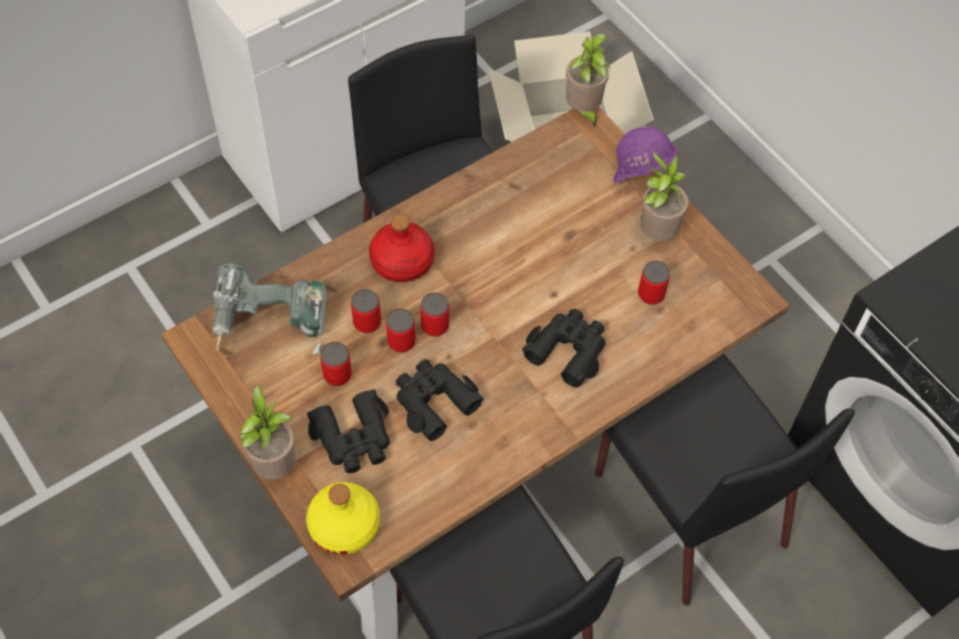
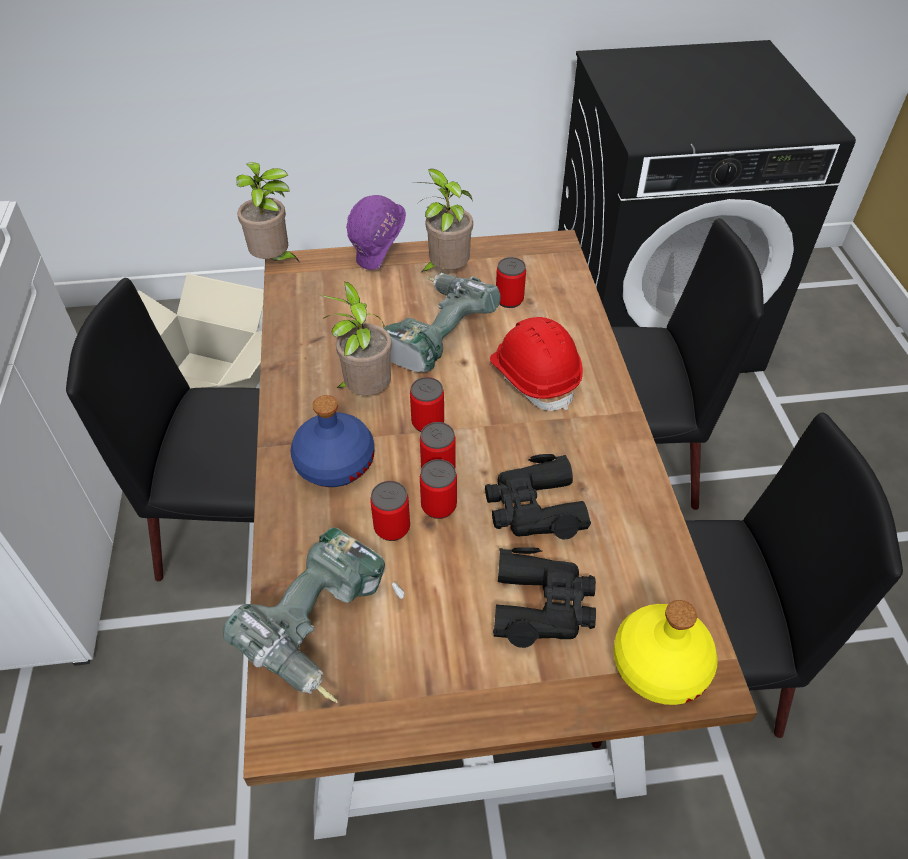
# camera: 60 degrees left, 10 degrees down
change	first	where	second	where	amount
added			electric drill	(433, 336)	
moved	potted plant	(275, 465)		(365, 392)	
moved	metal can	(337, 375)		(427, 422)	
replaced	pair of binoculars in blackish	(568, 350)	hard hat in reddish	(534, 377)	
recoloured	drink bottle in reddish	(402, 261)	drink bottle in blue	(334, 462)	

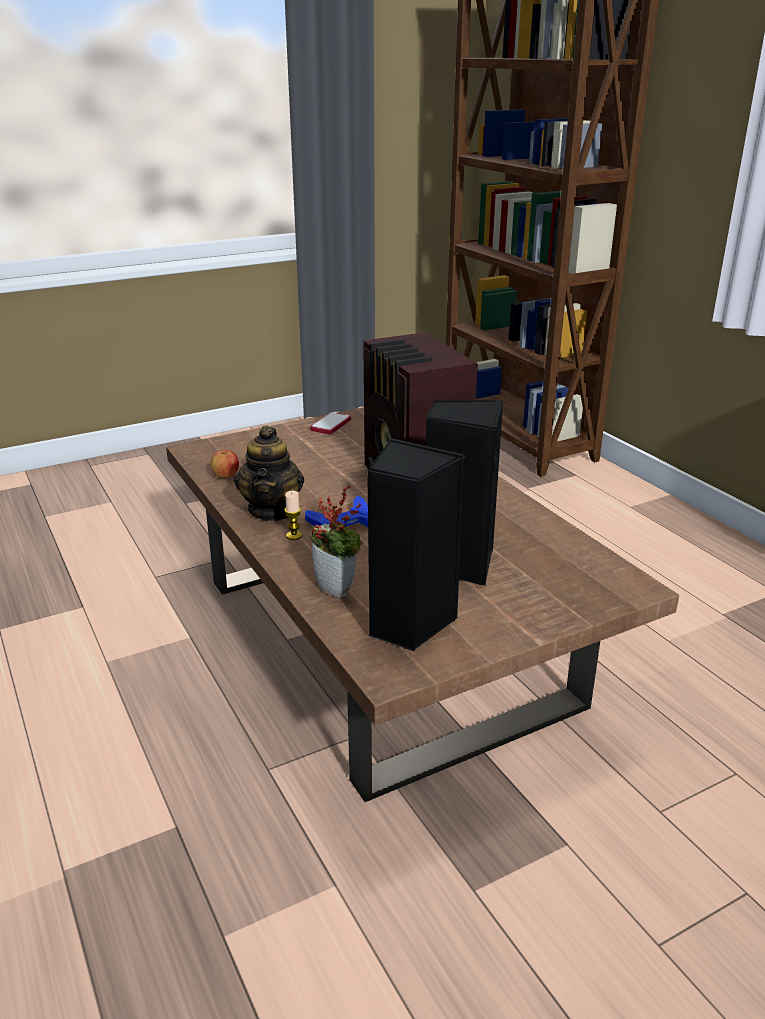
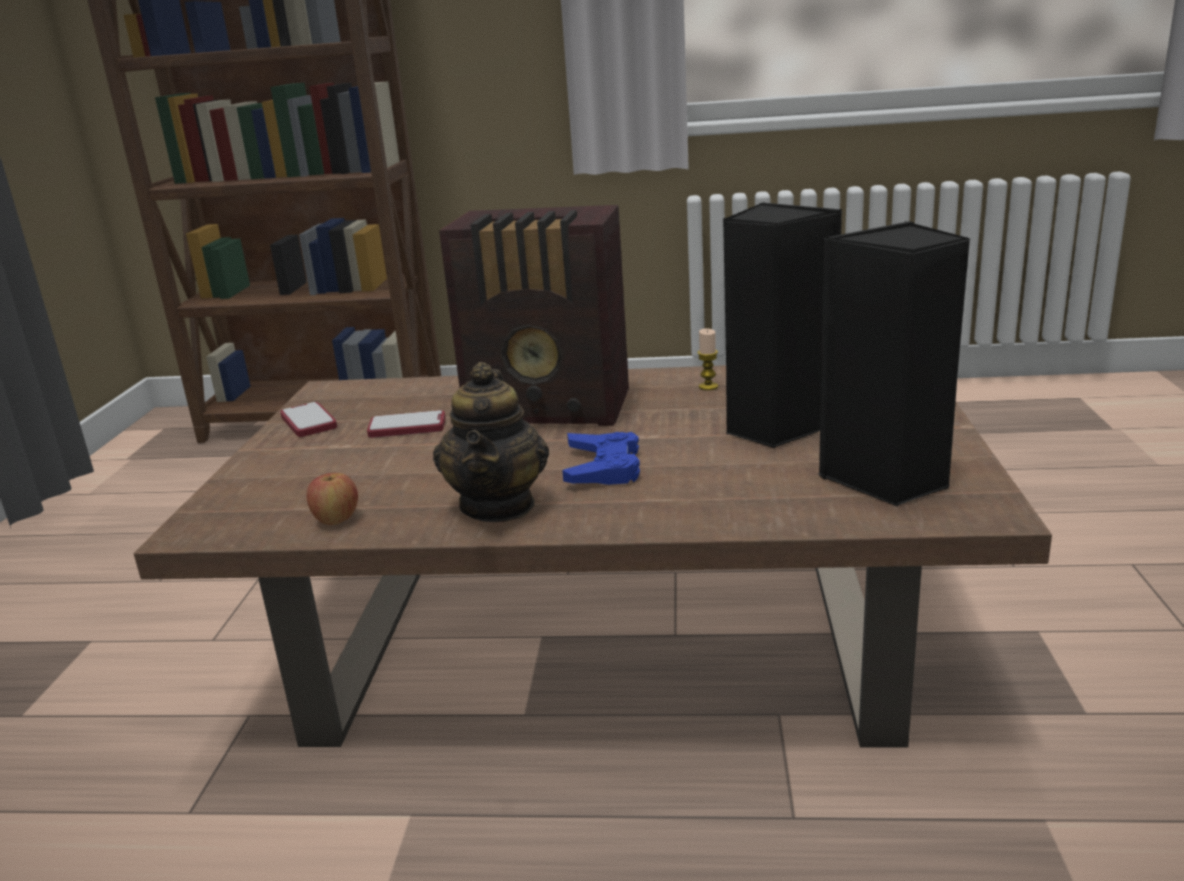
# camera: 55 degrees left, 5 degrees down
change	first	where	second	where	amount
removed	potted plant	(338, 588)			
added			handset	(407, 427)	
moved	wax light	(294, 535)		(708, 386)	
turned	pot for tea	(272, 510)		(498, 505)	60 degrees clockwise

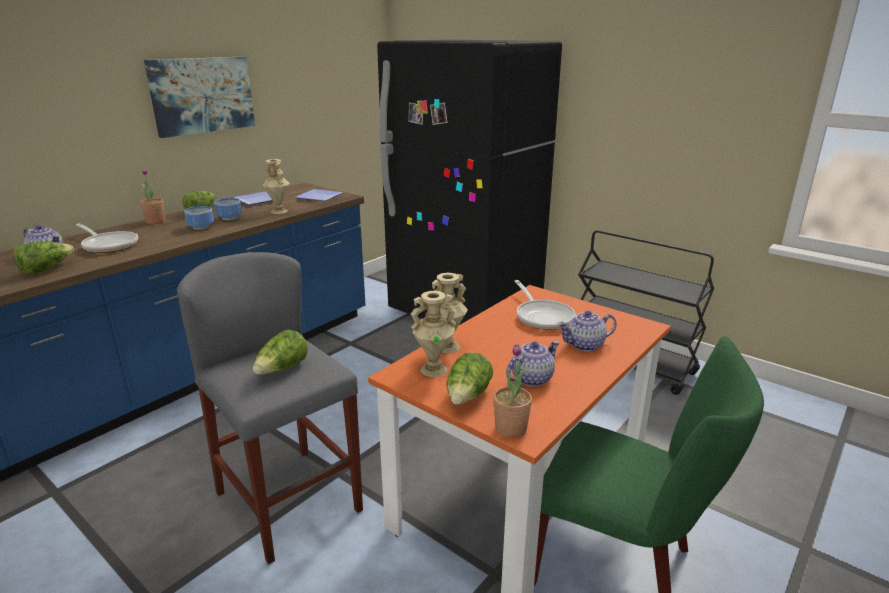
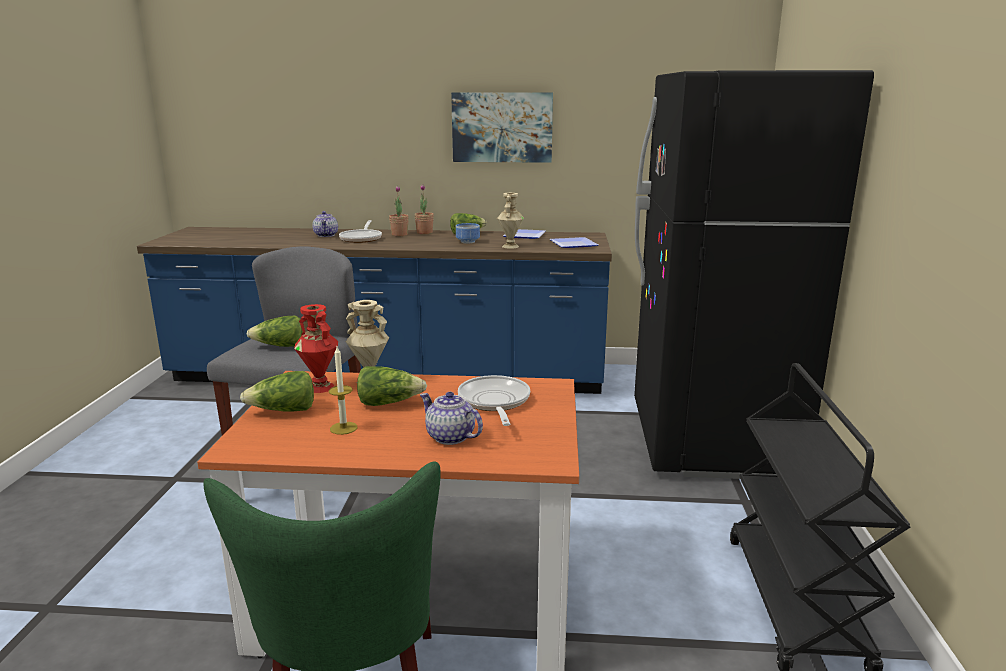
# camera: 55 degrees right, 5 degrees down
change	first	where	second	where	amount
removed	serving bowl	(200, 227)			
moved	lettuce	(46, 269)		(389, 403)	
moved	potted plant	(510, 428)		(399, 234)	
replaced	pot for tea	(531, 378)	wax light	(343, 428)	
recoloured	decorative vase in beige-coloured	(434, 369)	decorative vase in reddish	(321, 387)	
turned	skillet	(542, 317)		(494, 402)	135 degrees clockwise

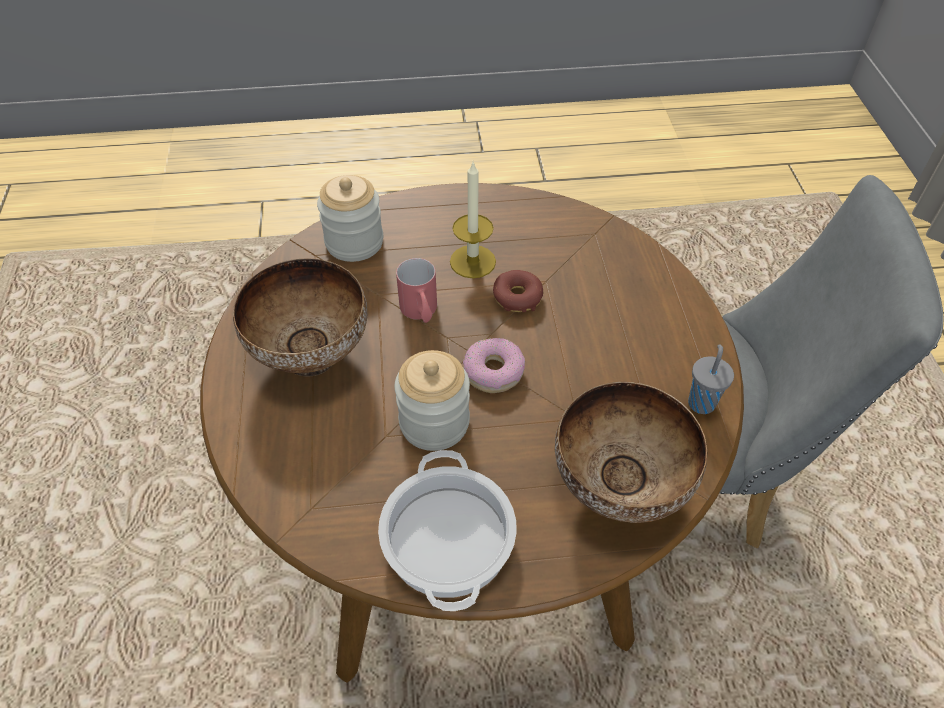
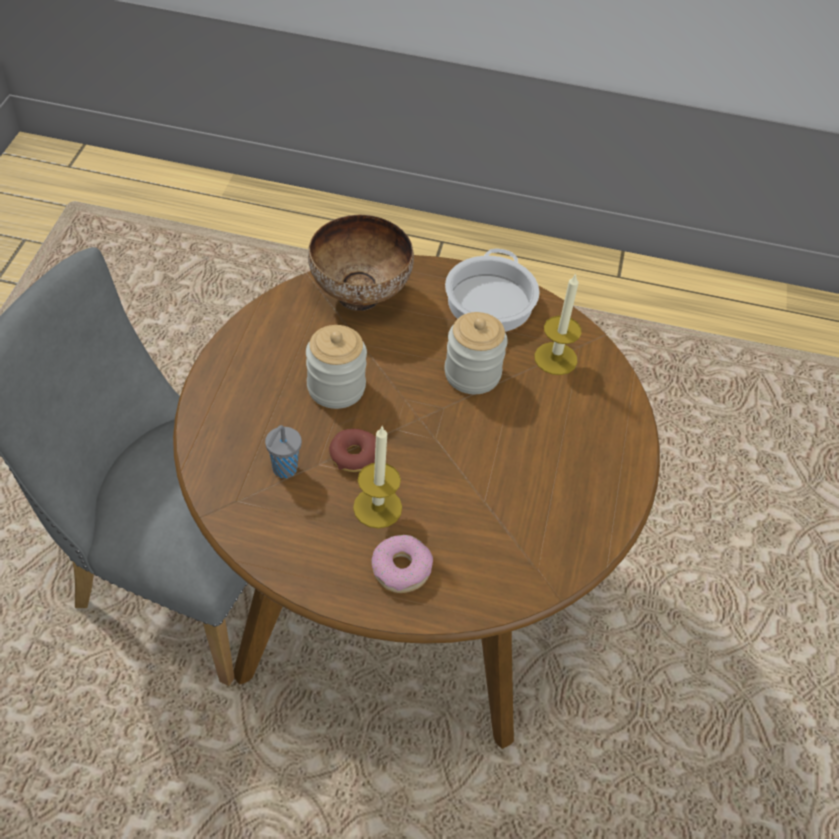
# camera: 165 degrees left, 0 degrees up
change	first	where	second	where	amount
removed	serving bowl	(312, 354)			
removed	mug in reddish	(420, 313)			
added			wax light	(555, 358)	
moved	jar	(354, 242)		(336, 387)	
moved	doughnut	(493, 371)		(401, 569)	
moved	cup in gray	(701, 402)		(283, 470)	

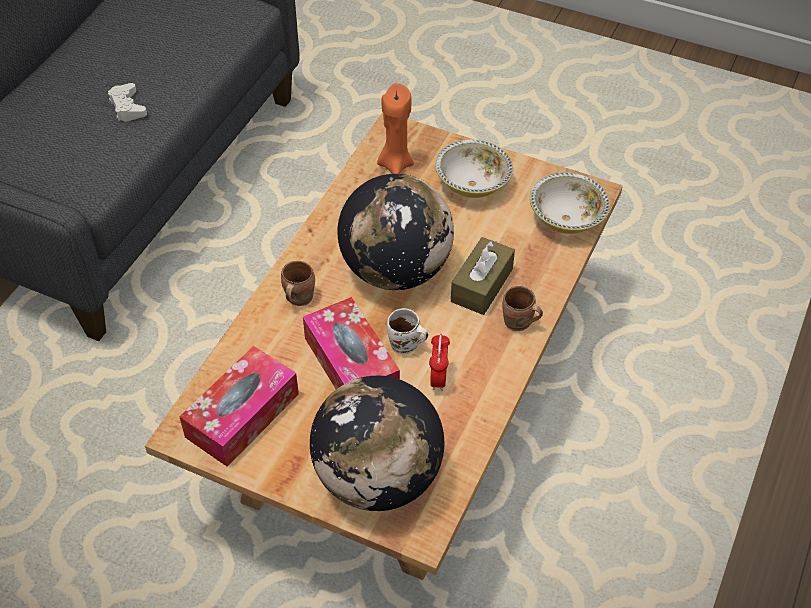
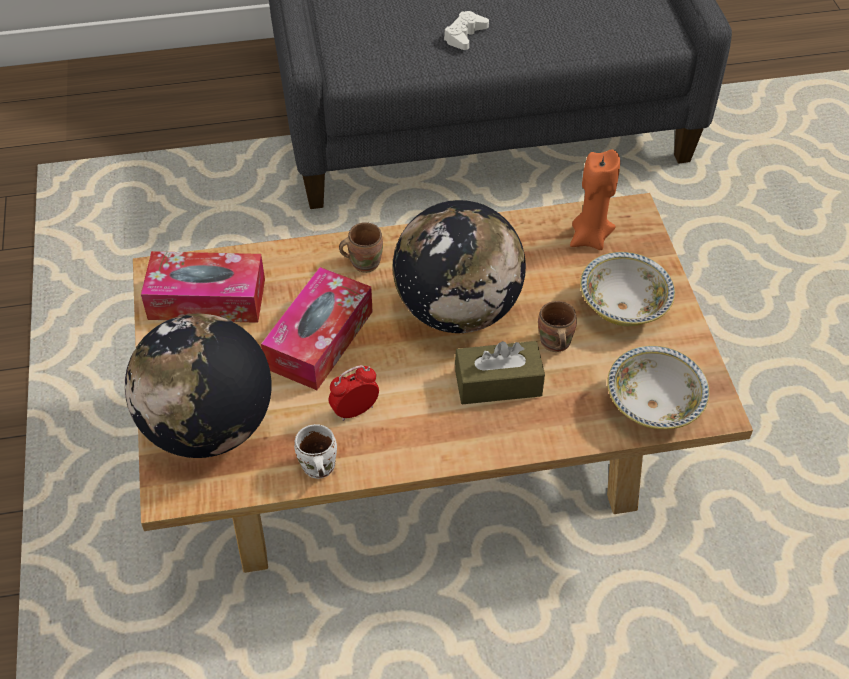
# camera: 55 degrees right, 0 degrees up
change	first	where	second	where	amount
moved	mug in white-coloured	(405, 346)		(317, 468)	
moved	mug in brown-coloured	(518, 323)		(553, 344)	

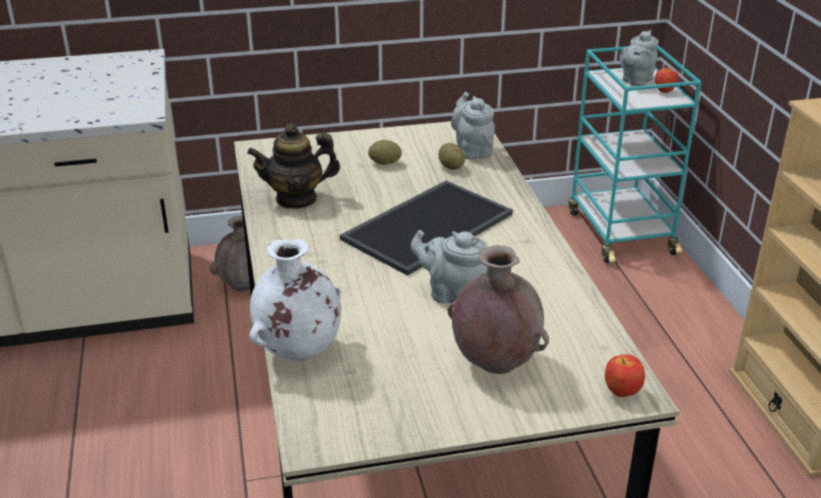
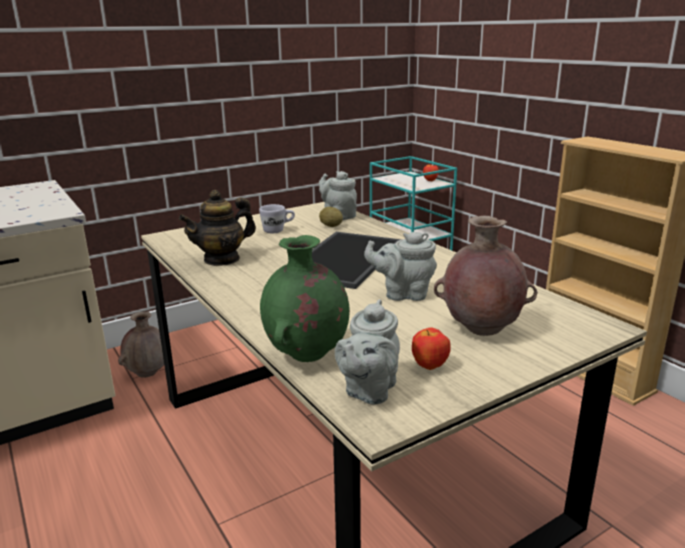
# camera: 20 degrees left, 10 degrees down
change	first	where	second	where	amount
moved	apple	(622, 393)		(429, 367)	
moved	pot for tea in gray	(635, 81)		(369, 390)	
replaced	spud	(385, 163)	mug in white-coloured	(278, 230)	
recoloured	decorative vase in white-coloured	(298, 353)	decorative vase in green	(307, 356)	

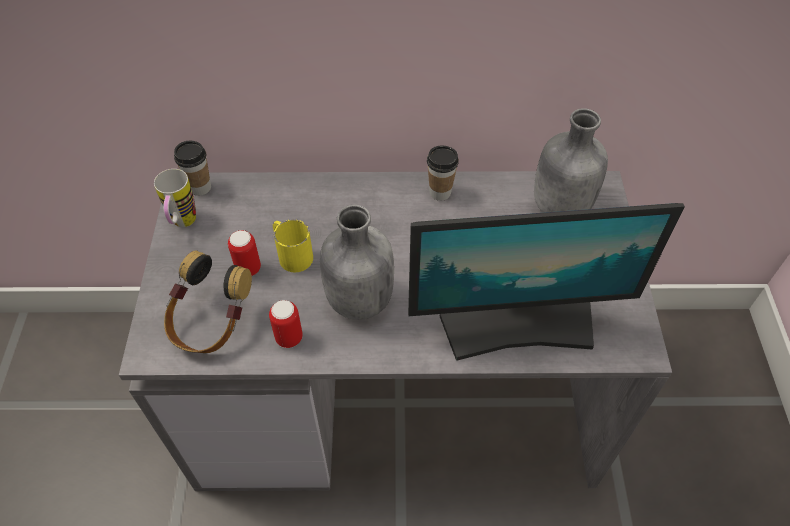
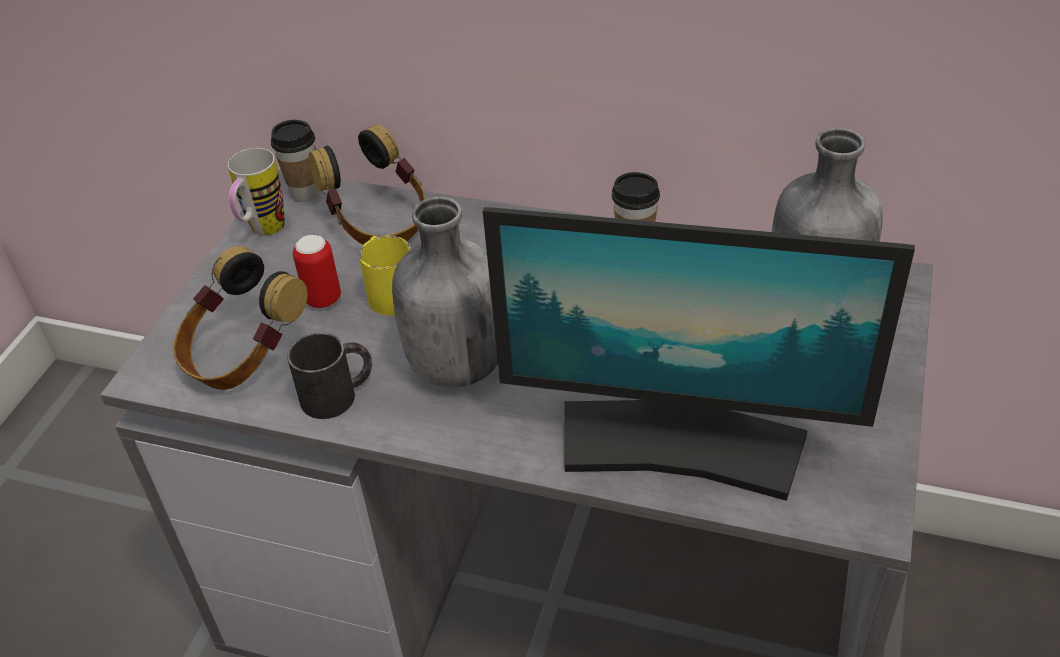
# camera: 20 degrees right, 10 degrees down
change	first	where	second	where	amount
added			headphones	(378, 224)	
replaced	metal can	(289, 338)	mug in blackish	(339, 394)	

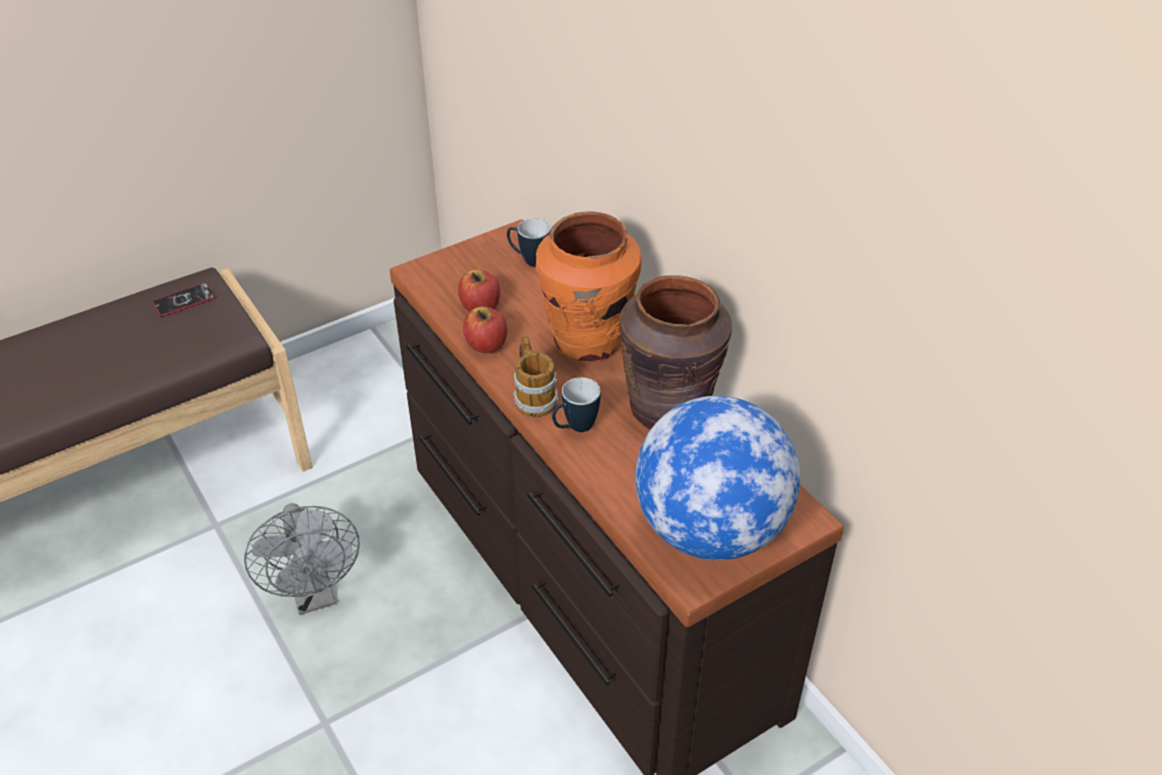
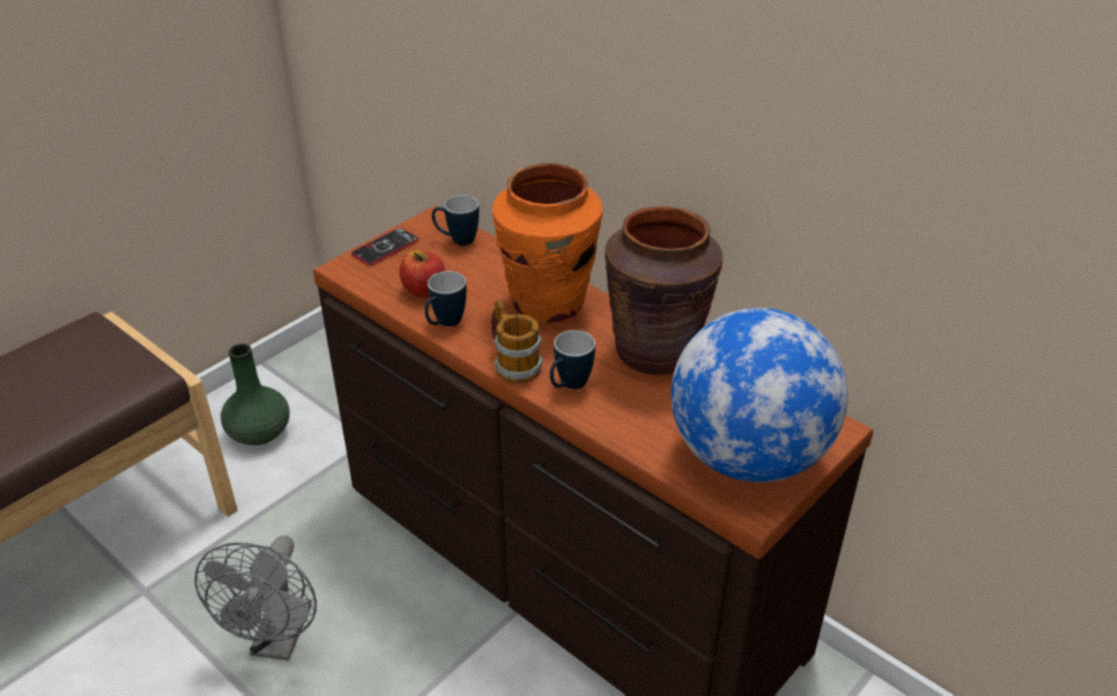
# camera: 15 degrees left, 5 degrees down
change	first	where	second	where	amount
added			decorative vase in green	(258, 433)	
moved	handset	(184, 300)		(385, 247)	
replaced	apple	(486, 345)	mug	(445, 324)	
turned	fan in gray	(315, 595)		(278, 641)	45 degrees clockwise

